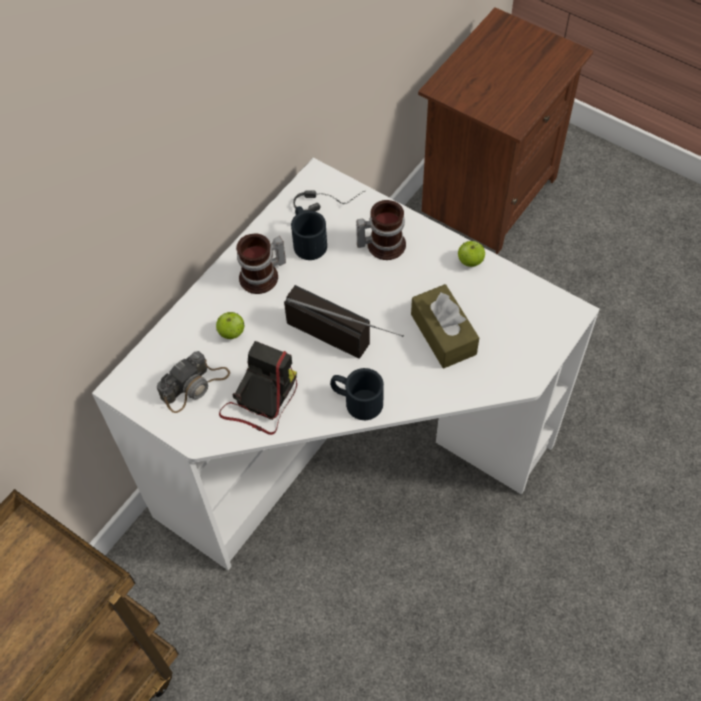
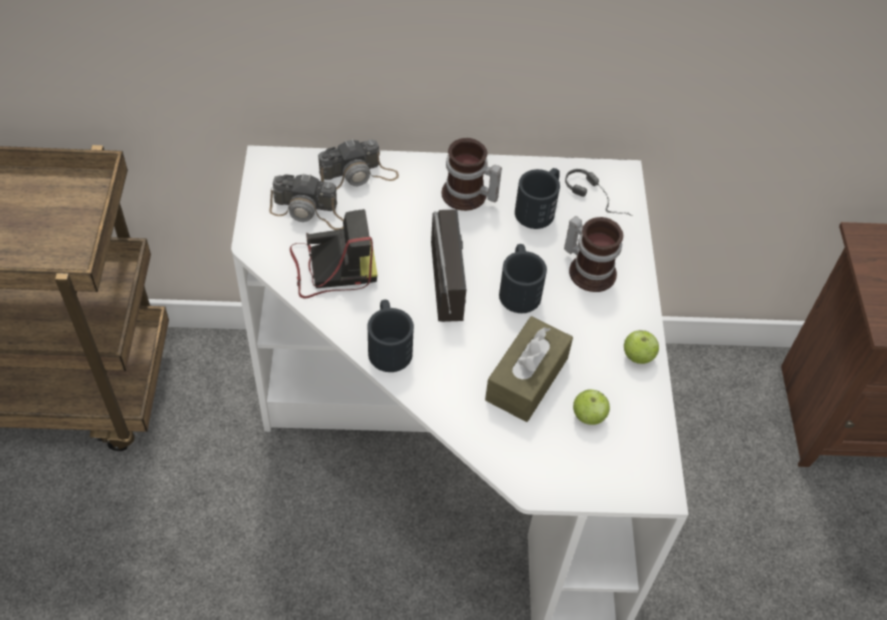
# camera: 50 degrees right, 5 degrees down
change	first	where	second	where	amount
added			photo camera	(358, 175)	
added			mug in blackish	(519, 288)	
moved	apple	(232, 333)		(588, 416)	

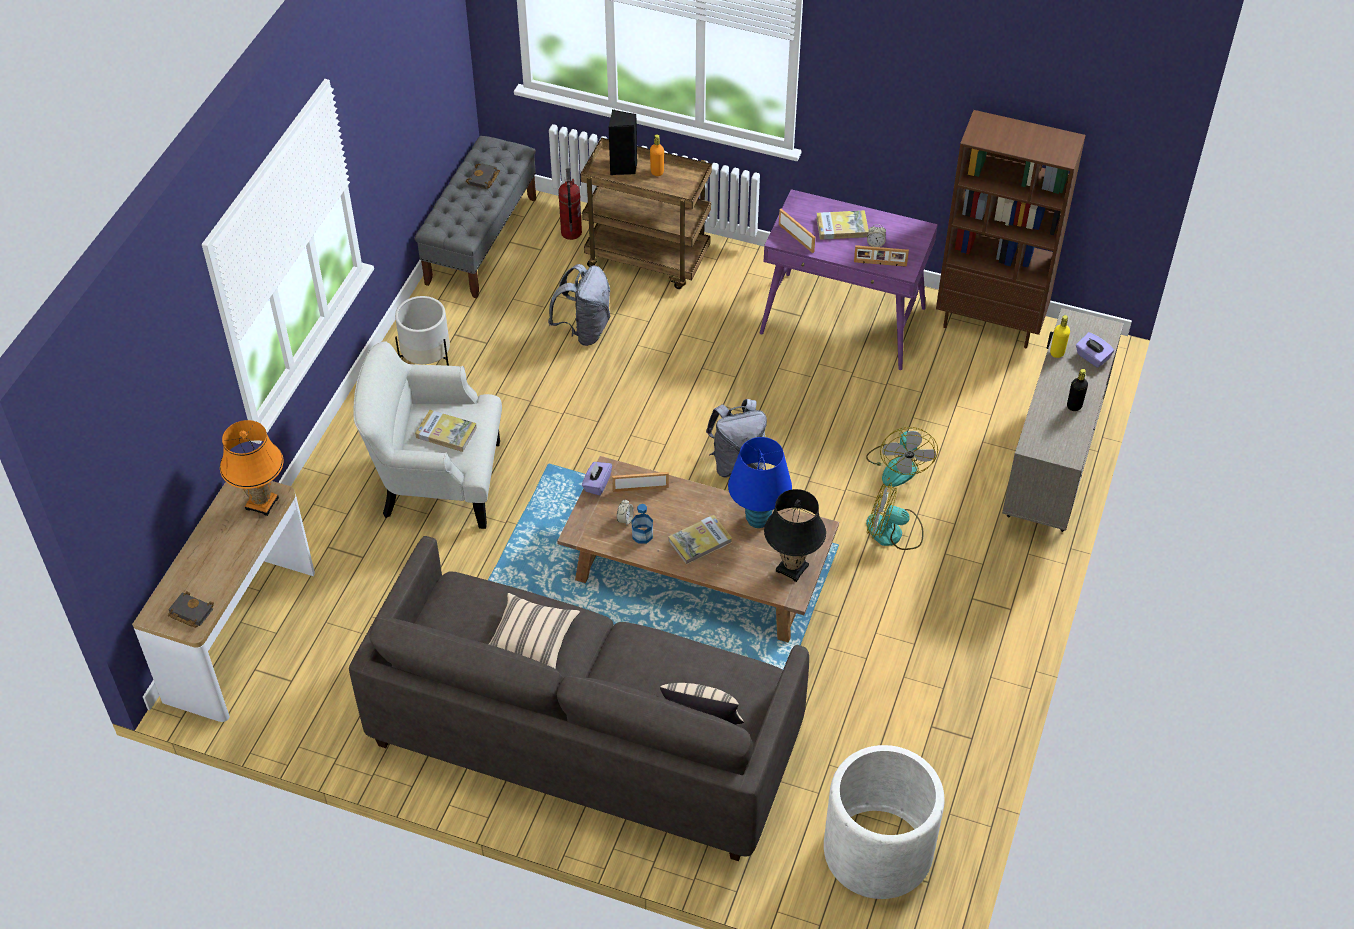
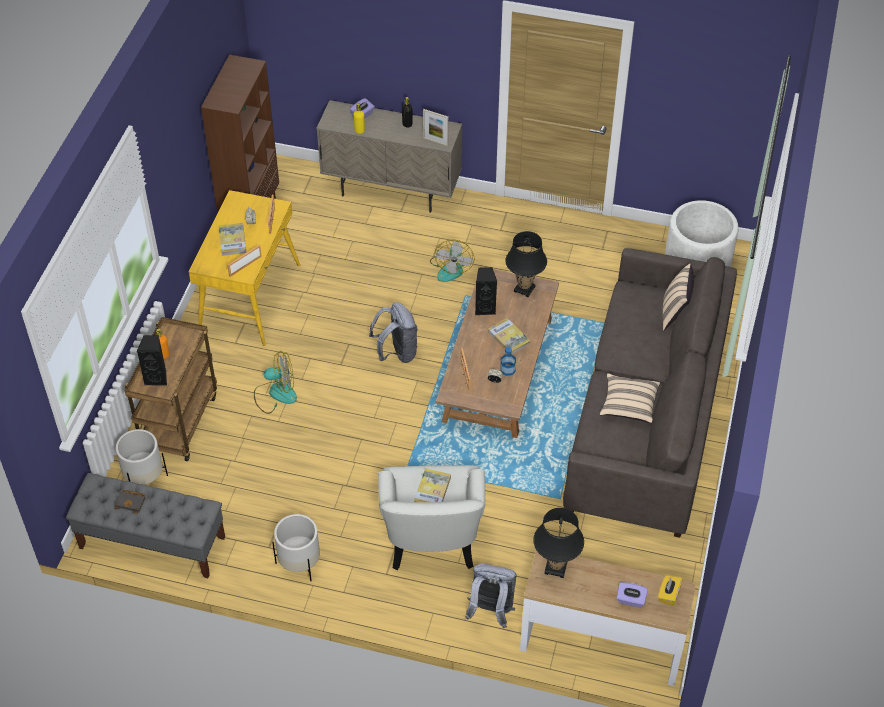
# camera: 95 degrees left, 0 degrees up
change	first	where	second	where	amount
added			picture frame	(435, 141)	
moved	knapsack in gray	(584, 330)		(490, 611)	
moved	tissue box in purple-coloured	(597, 484)		(630, 600)	
moved	fan	(898, 465)		(275, 394)	
replaced	volume in blackish	(189, 612)	tissue box in yellow	(668, 595)	
replaced	fire-fighting cylinder	(571, 232)	flower pot in white-coloured	(144, 478)	
replaced	lamp for a table in blue	(758, 520)	loudspeaker in blackish	(485, 308)	
recoloured	lamp for a table in orange	(261, 503)	lamp for a table in blackish	(556, 568)	
recoloured	desk table in purple-coloured	(843, 321)	desk table in yellow	(250, 298)	

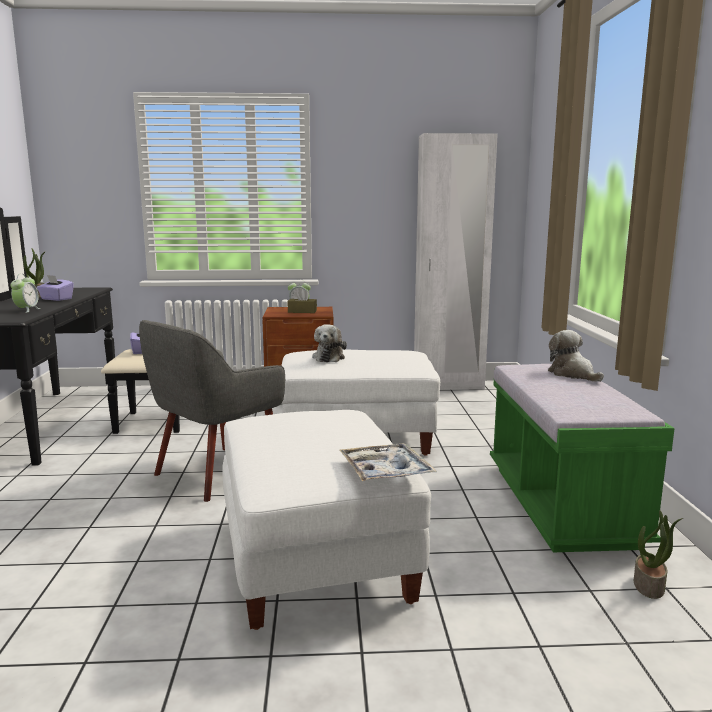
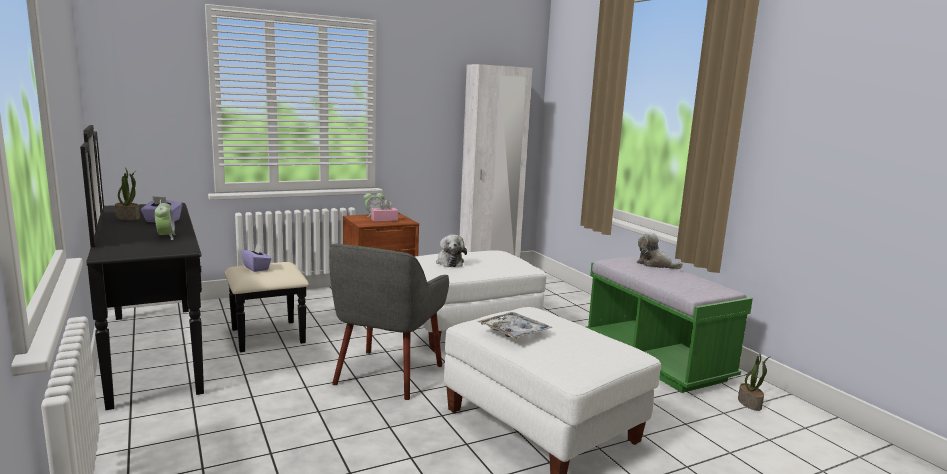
# camera: 25 degrees left, 0 degrees up
change	first	where	second	where	amount
moved	carrying tray	(386, 471)		(514, 332)	
recoloured	tissue box in brown-coloured	(302, 311)	tissue box in pinkish	(384, 219)	

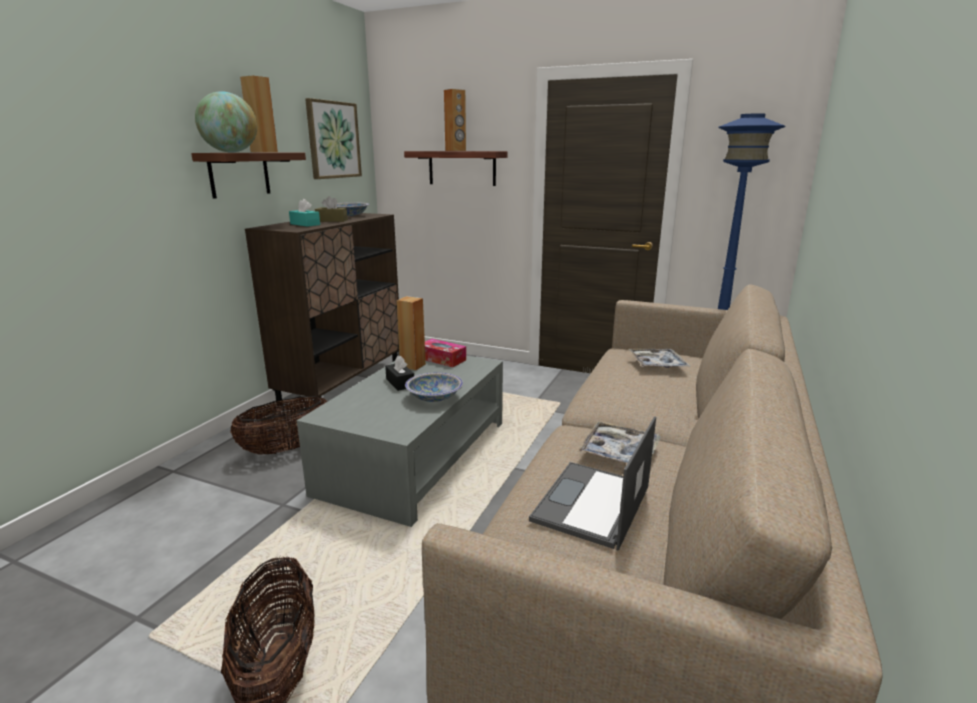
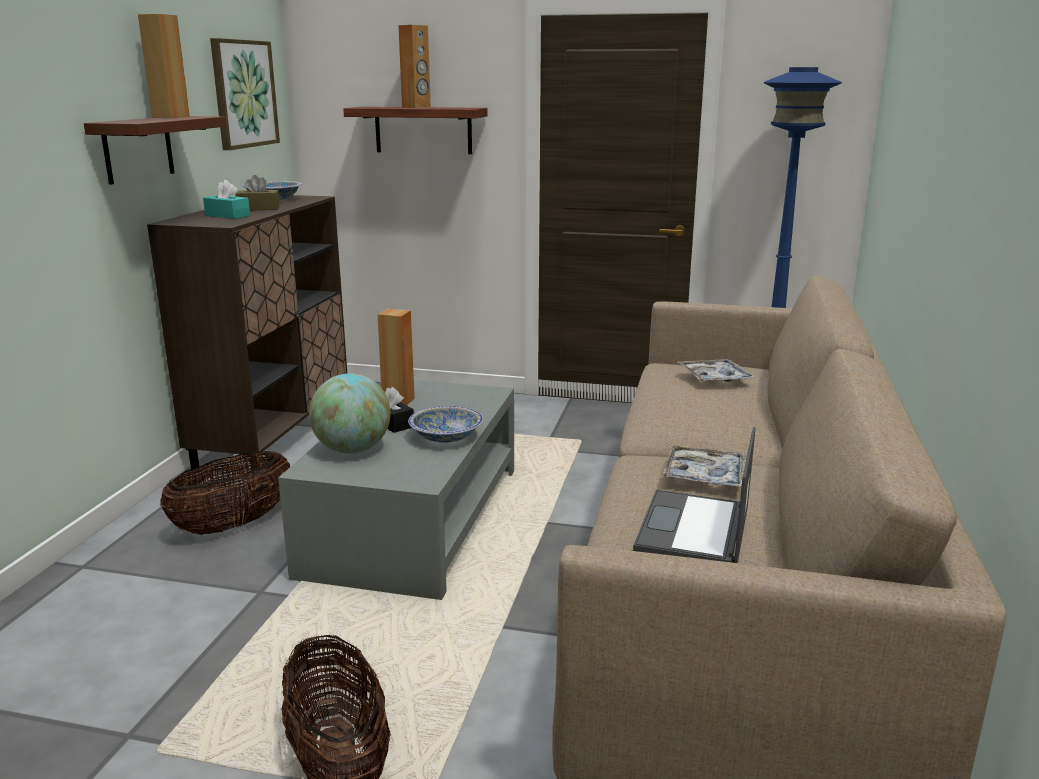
# camera: 10 degrees left, 0 degrees up
change	first	where	second	where	amount
removed	tissue box	(442, 359)			
moved	desk globe	(231, 152)		(352, 450)	

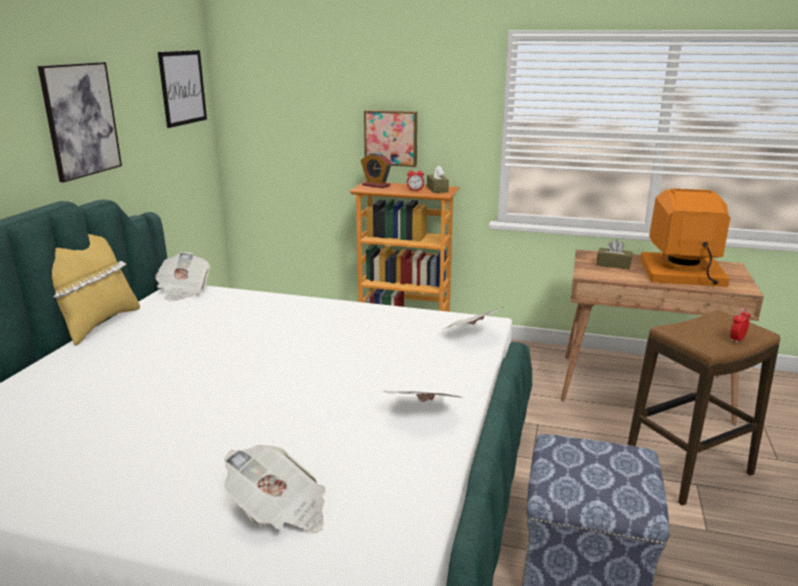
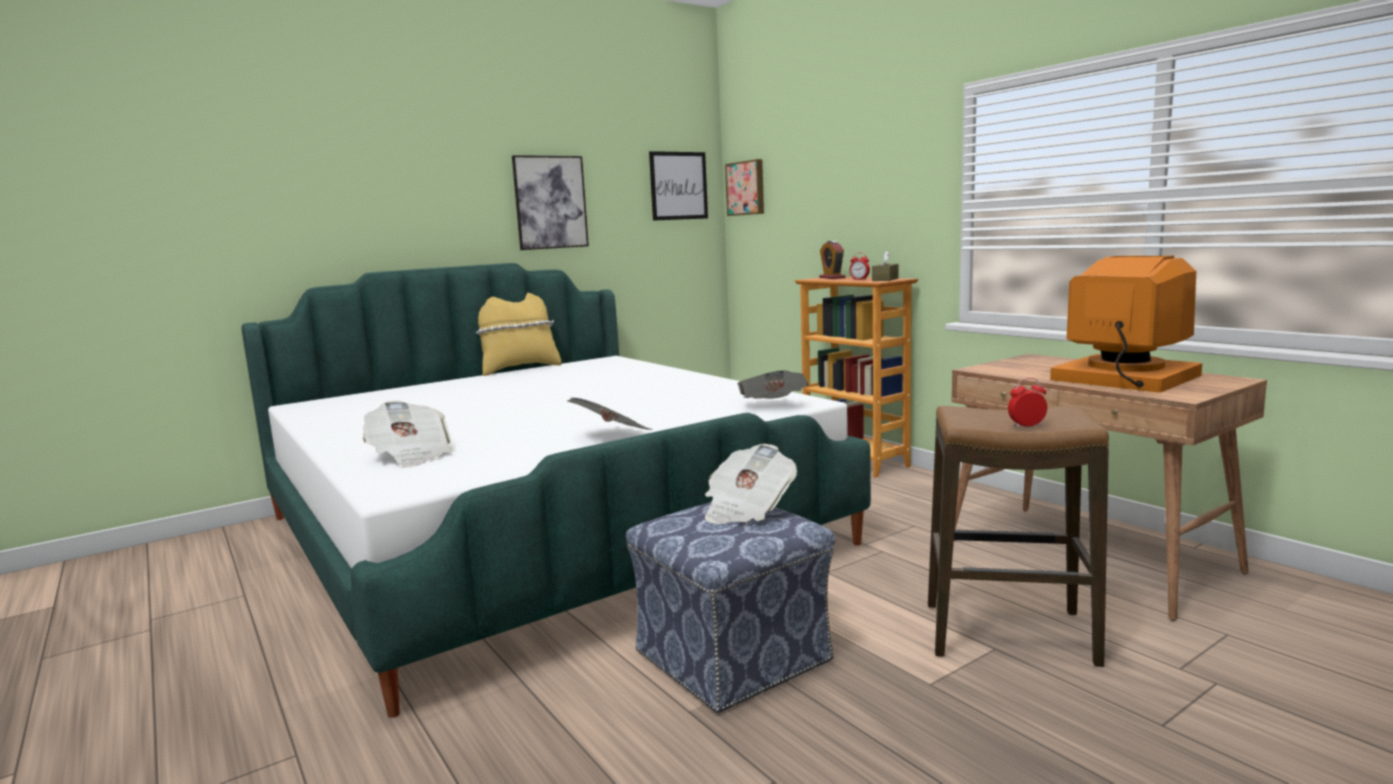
# camera: 40 degrees right, 10 degrees down
change	first	where	second	where	amount
removed	tissue box in brown-coloured	(613, 265)			
moved	printed paper	(183, 291)		(746, 509)	
moved	wall art	(391, 137)		(746, 188)	

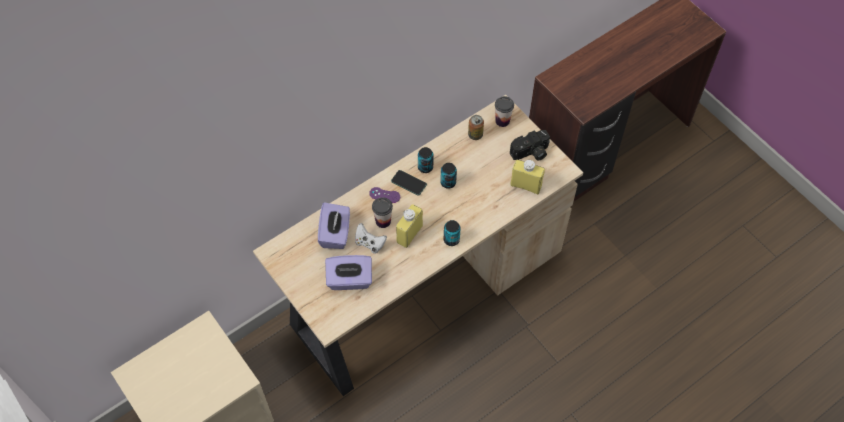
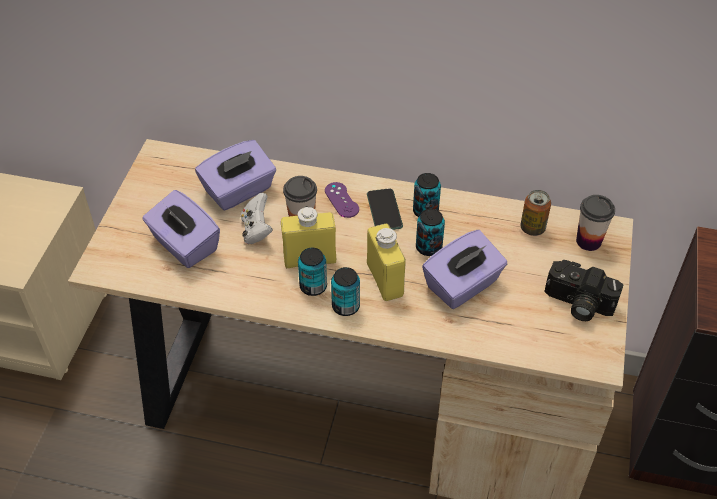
# camera: 50 degrees right, 10 degrees down
change	first	where	second	where	amount
added			metal can	(313, 286)	
added			tissue box in purple-coloured	(463, 285)	
moved	drink bottle in yellow	(525, 185)		(385, 280)	

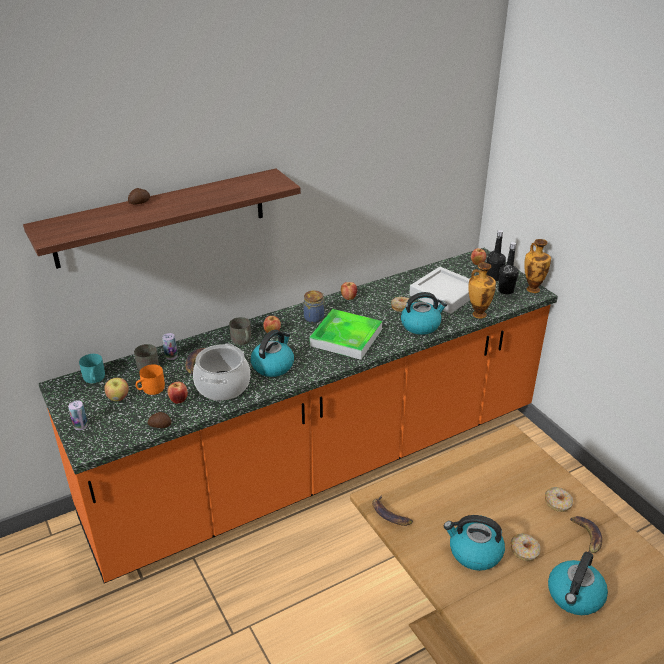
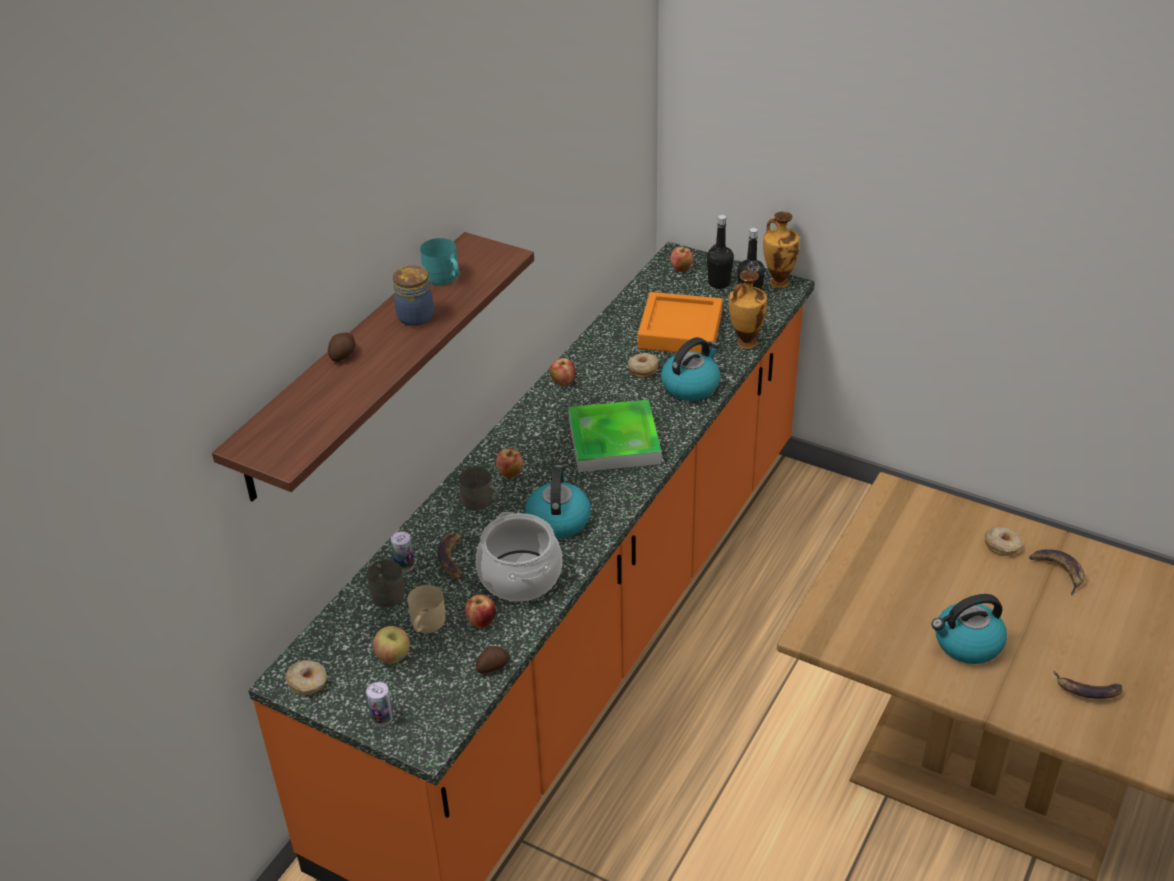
# camera: 30 degrees left, 5 degrees up
change	first	where	second	where	amount
removed	water kettle	(575, 596)			
moved	mug in turquoise-coloured	(93, 379)		(444, 278)	
moved	jar	(315, 318)		(416, 316)	
moved	whole banana	(389, 515)		(1086, 690)	
moved	doughnut	(525, 551)		(308, 682)	
recoloured	mug in orange	(150, 389)	mug in beige-coloured	(426, 624)	
recoloured	carrying tray in gray	(444, 294)	carrying tray in orange	(680, 330)	

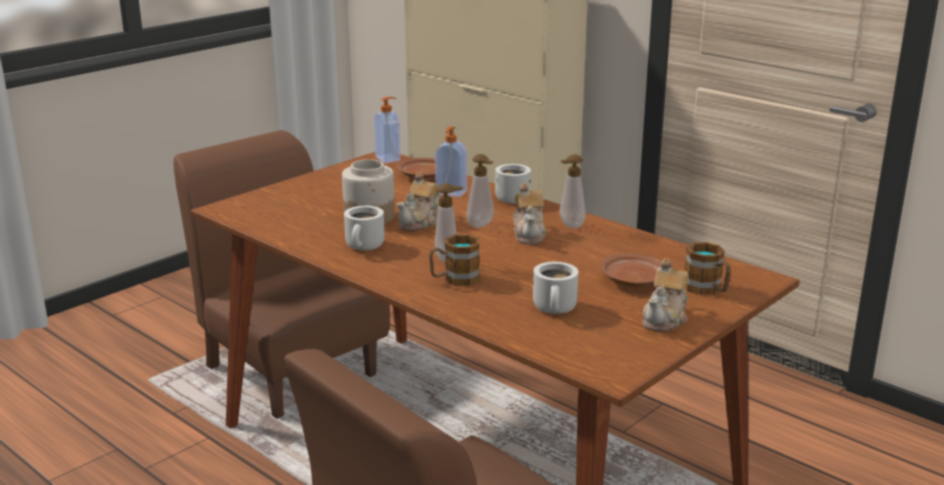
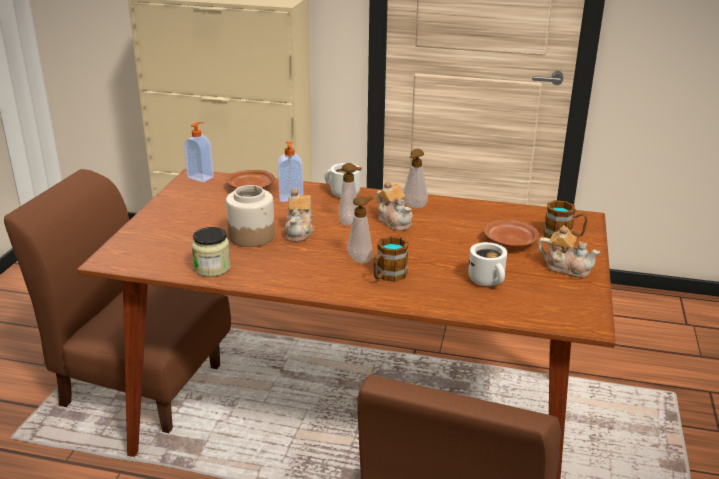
# camera: 30 degrees left, 5 degrees up
change	first	where	second	where	amount
removed	mug in white-coloured	(365, 247)			
added			jar	(212, 268)	
turned	pot for tea	(665, 319)		(566, 267)	60 degrees counterclockwise

